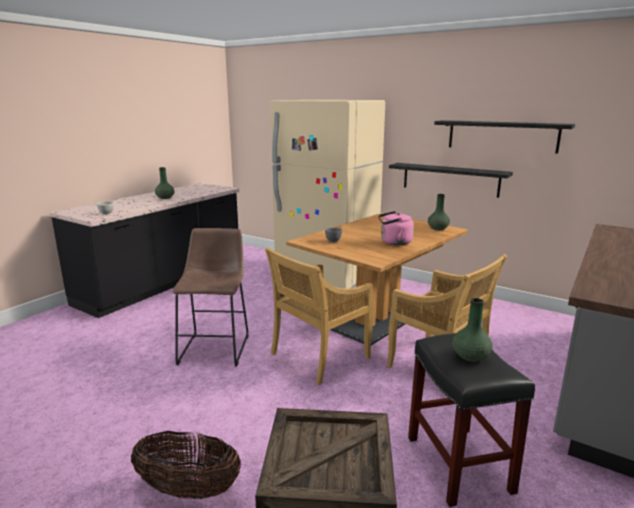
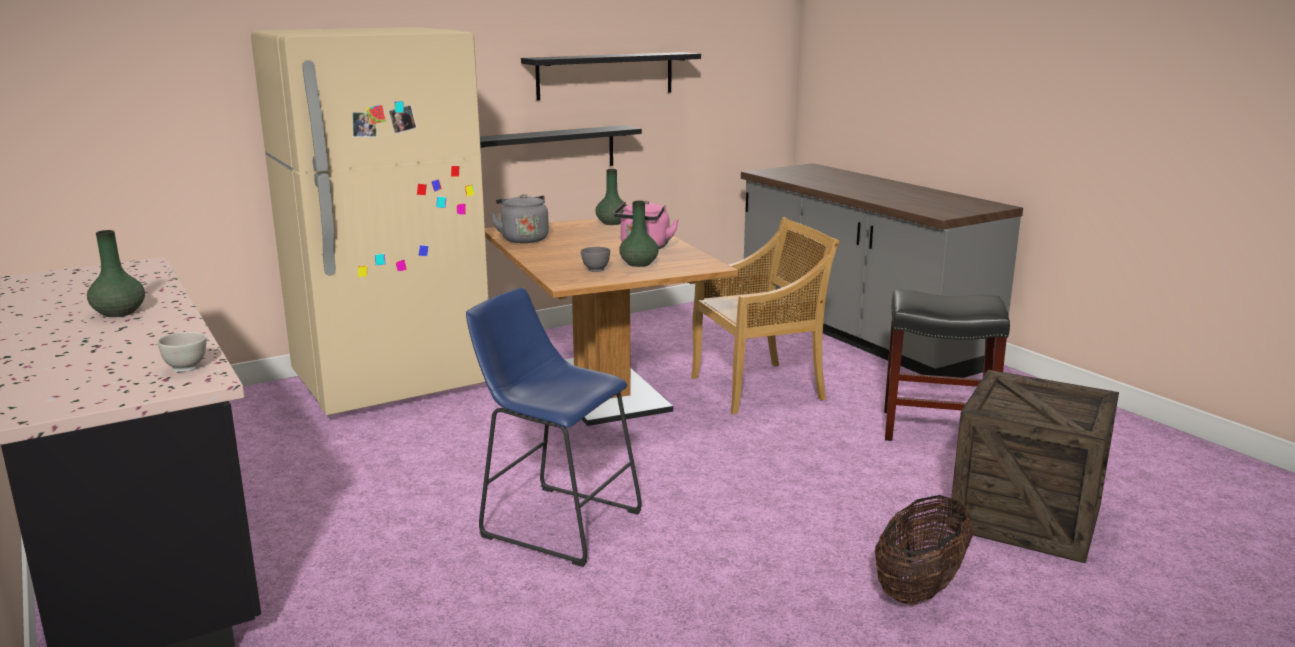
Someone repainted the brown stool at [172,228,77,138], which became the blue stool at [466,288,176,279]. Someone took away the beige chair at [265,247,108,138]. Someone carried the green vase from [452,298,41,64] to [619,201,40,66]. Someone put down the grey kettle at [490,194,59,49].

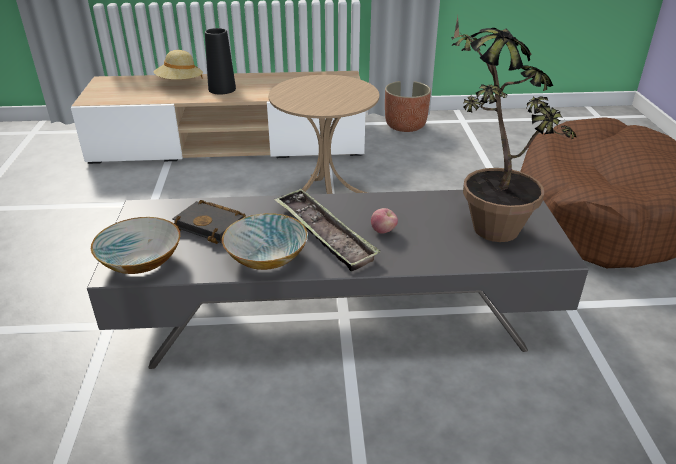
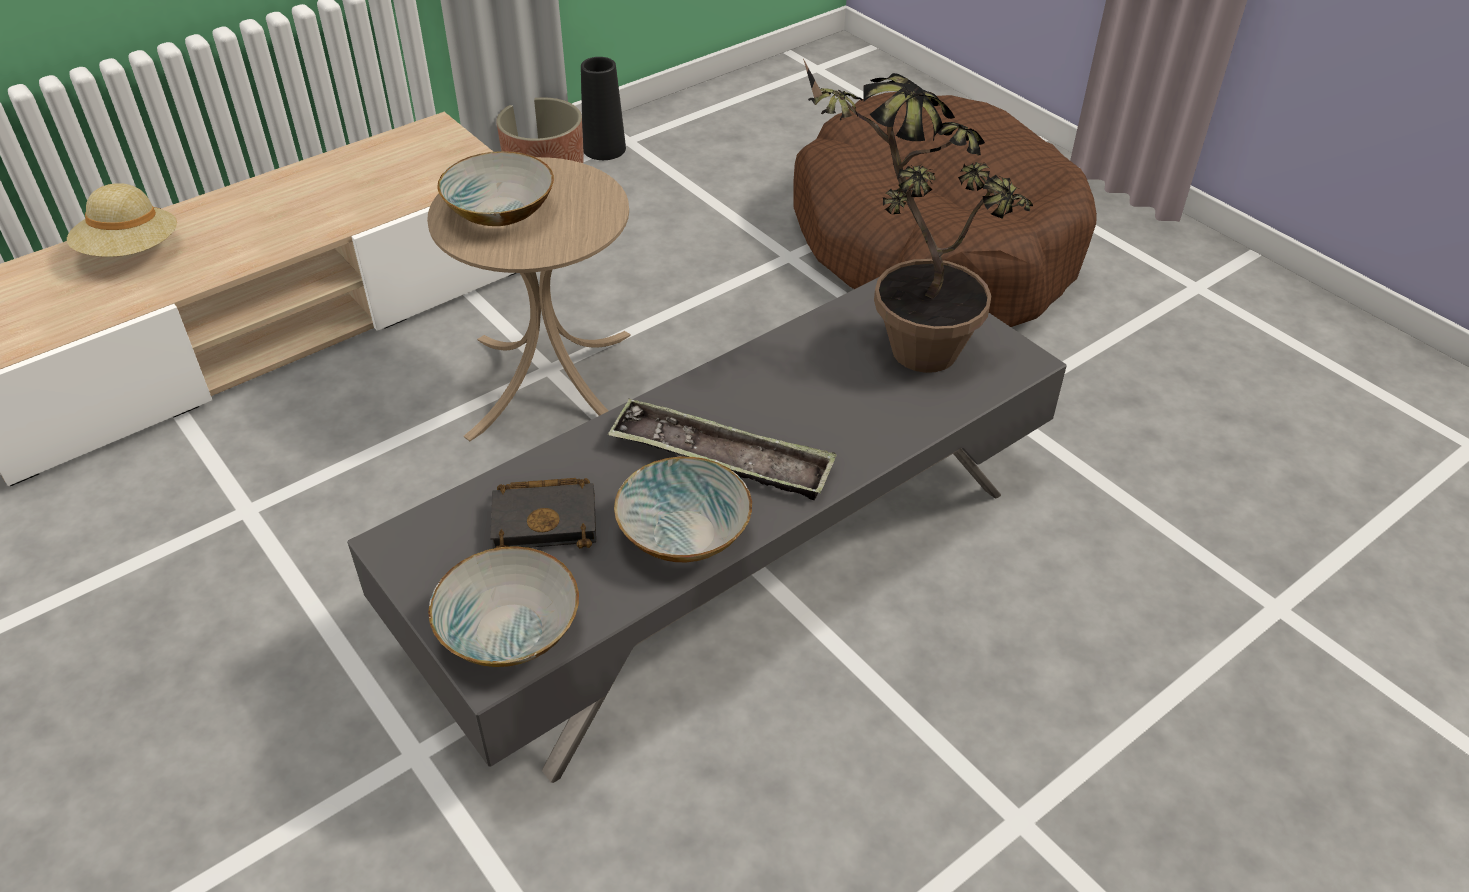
Someone carried the black vase from [205,28,31,66] to [581,57,45,103]. Someone took away the apple at [371,208,27,26]. Someone put down the bowl at [437,151,117,75].

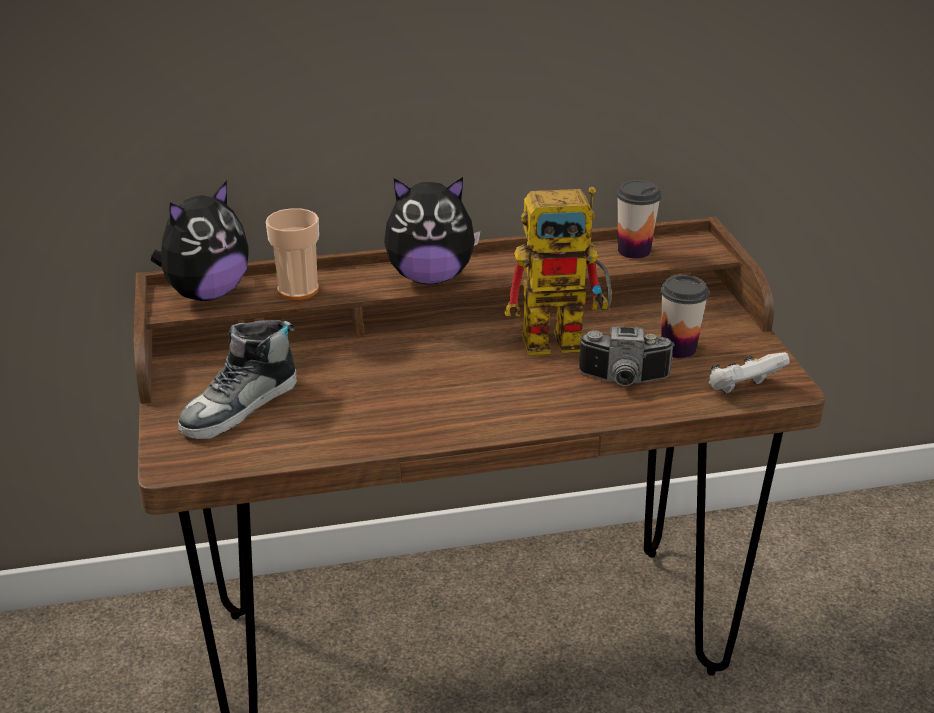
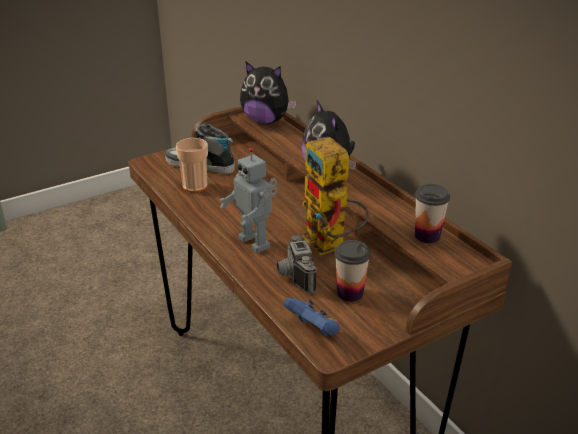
Someone carried the cup from [266,208,53,92] to [176,138,32,55]. Someone repainted the white game controller at [709,352,81,42], which became the blue game controller at [283,298,57,38]. Someone put down the toy robot at [220,148,57,105].

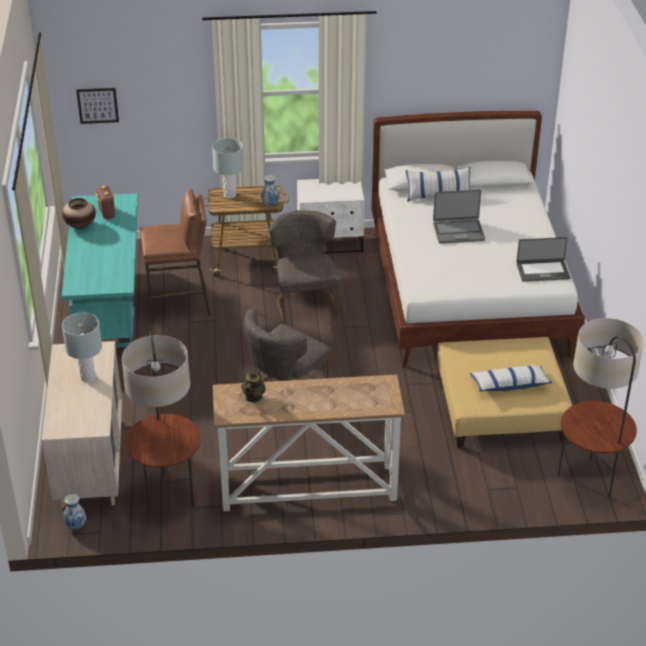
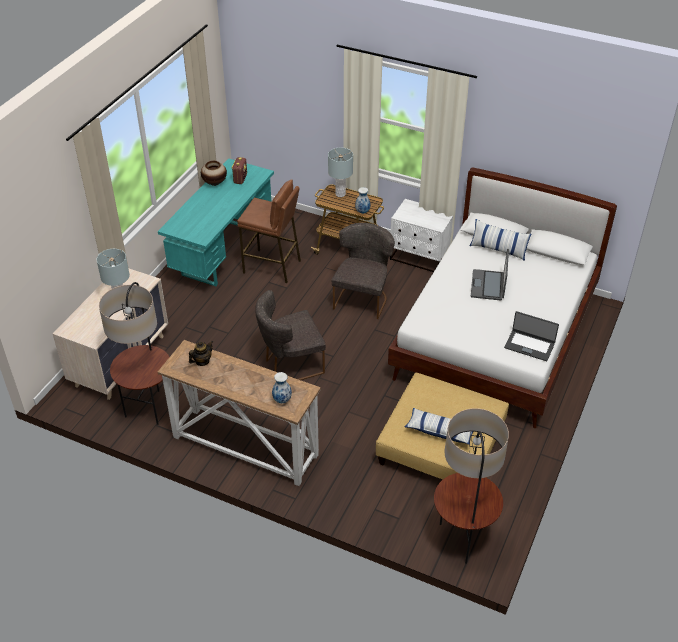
Someone carried the vase from [63,494,23,35] to [272,372,20,31]. Someone took away the picture at [76,88,43,36]. Someone rotated the laptop at [433,190,52,54] by 75 degrees clockwise.

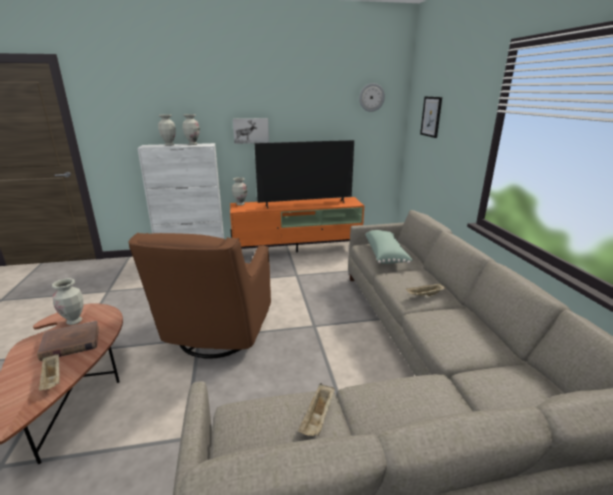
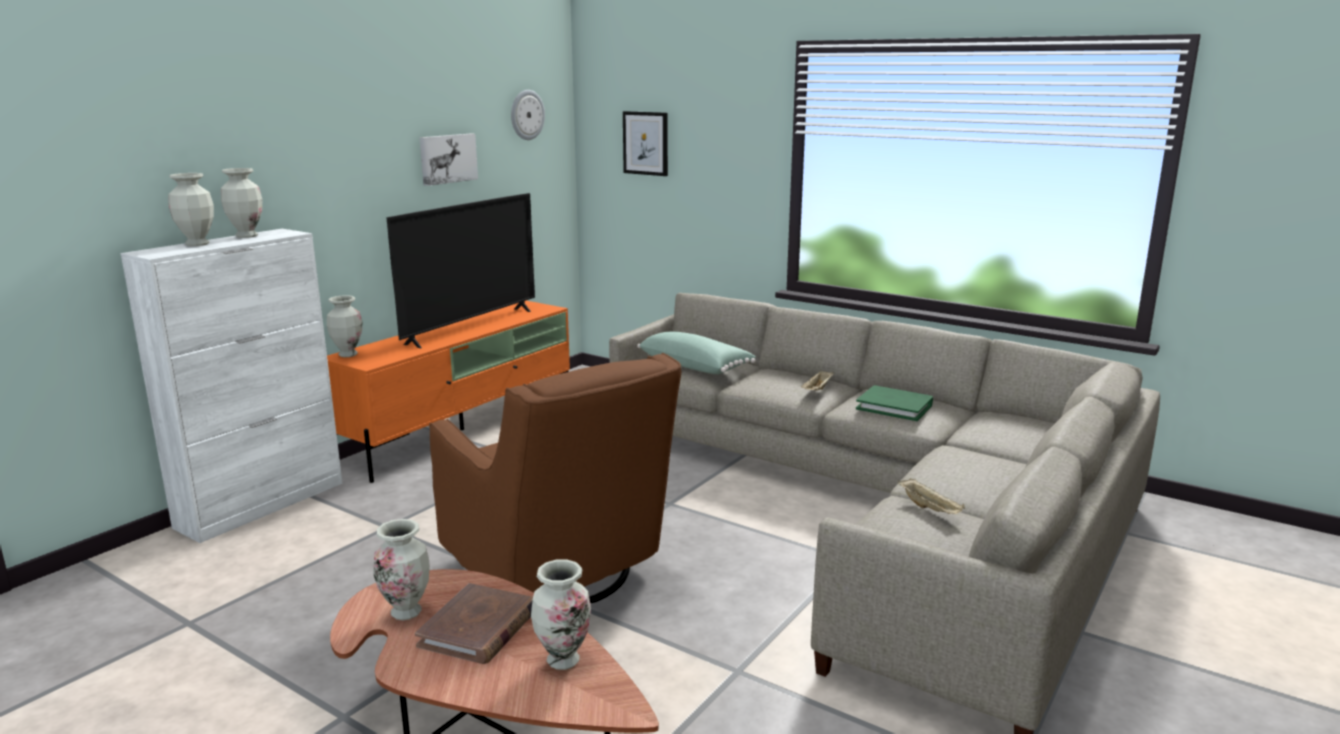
Someone swapped the beige tray at [39,354,21,37] for the vase at [531,560,60,110]. Someone carried the picture from [233,118,36,26] to [419,134,59,52]. Someone put down the green book at [856,385,77,36].

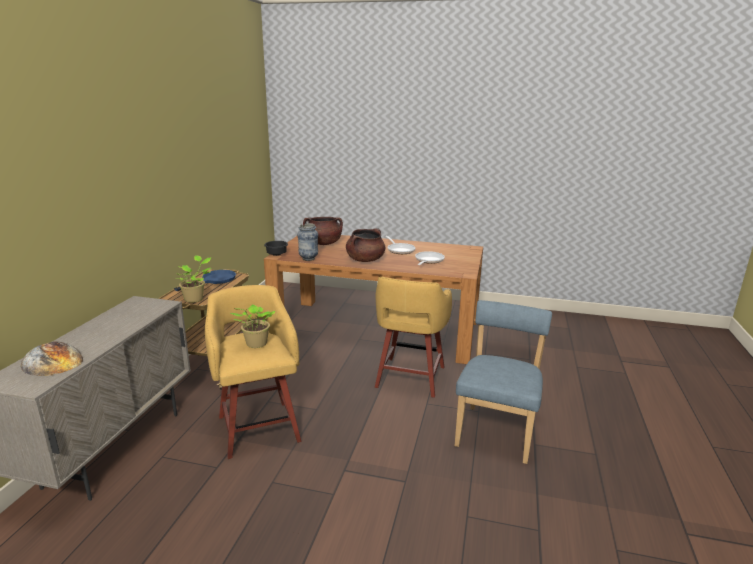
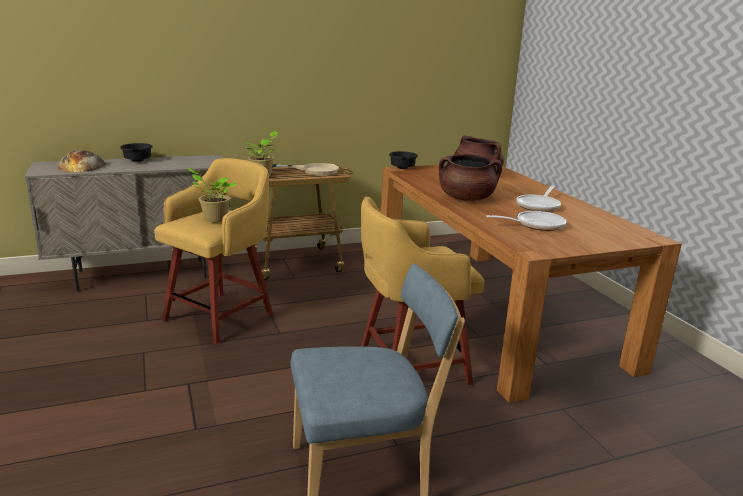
Someone repainted the blue frying pan at [174,270,62,21], which became the beige frying pan at [272,163,67,12]. Someone took away the vase at [297,223,21,38]. Someone put down the black bowl at [120,143,33,19].

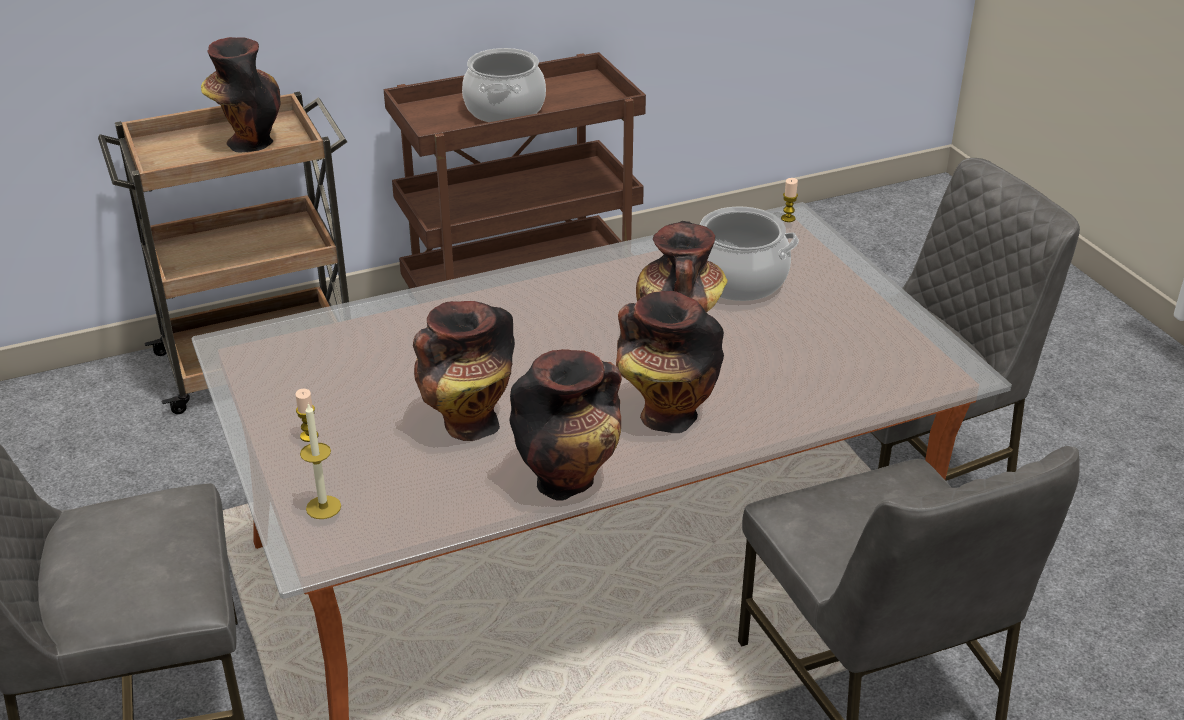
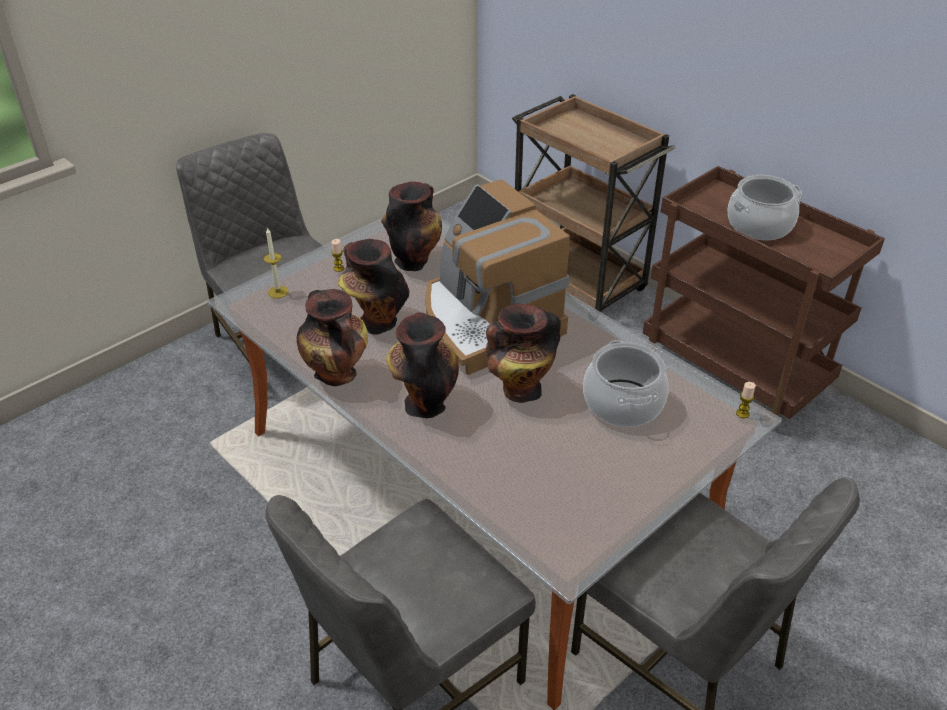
Someone carried the vase from [201,37,80,116] to [381,181,61,90]. Someone put down the coffee machine at [425,179,145,196].

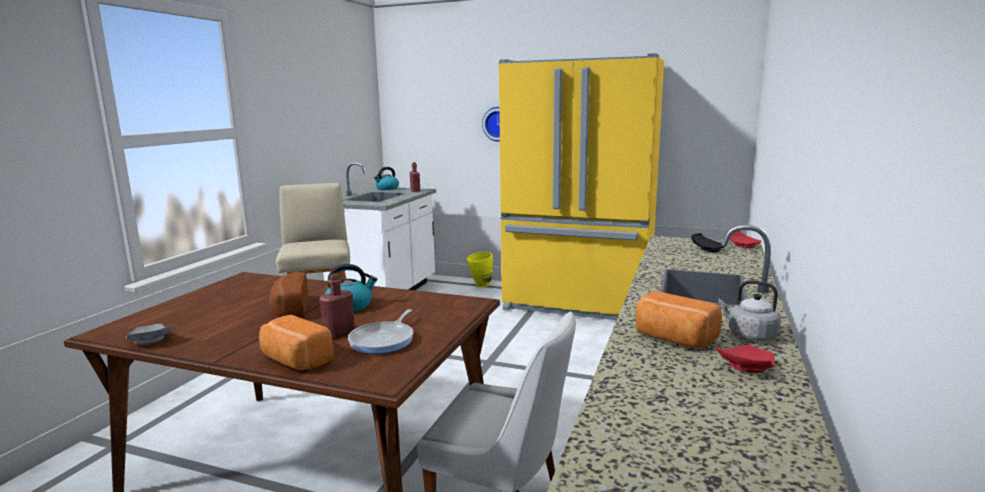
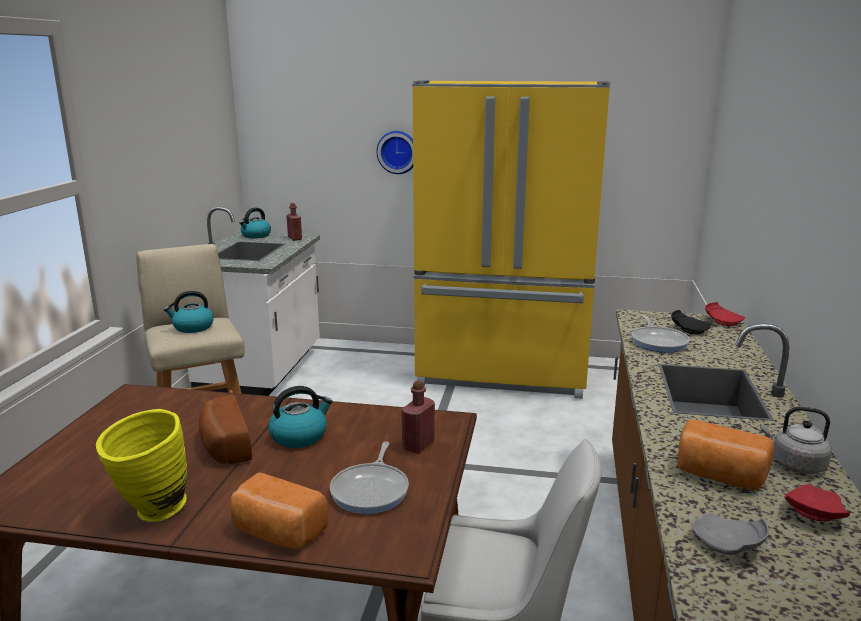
Someone carried the grey plate from [126,324,47,21] to [691,513,78,42]. Someone carried the red bottle from [319,273,36,65] to [401,381,34,72]. Someone carried the yellow vase from [467,252,26,35] to [96,409,91,113]. Someone put down the kettle at [164,291,50,42]. Someone put down the frying pan at [632,315,58,38].

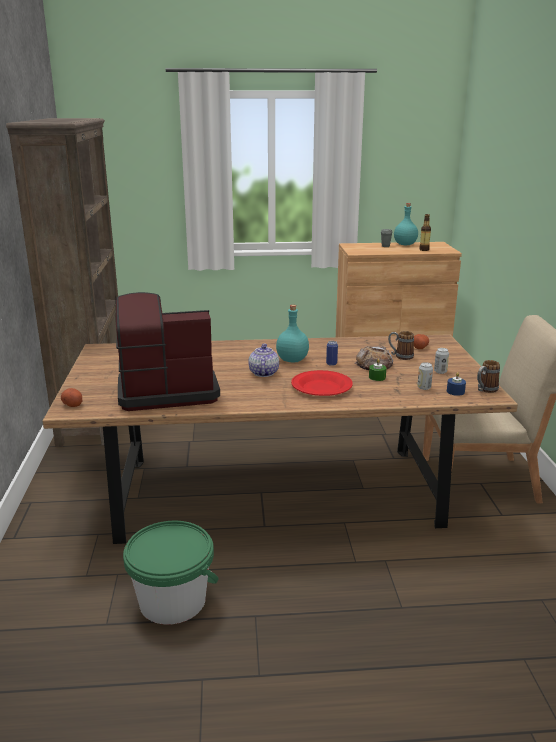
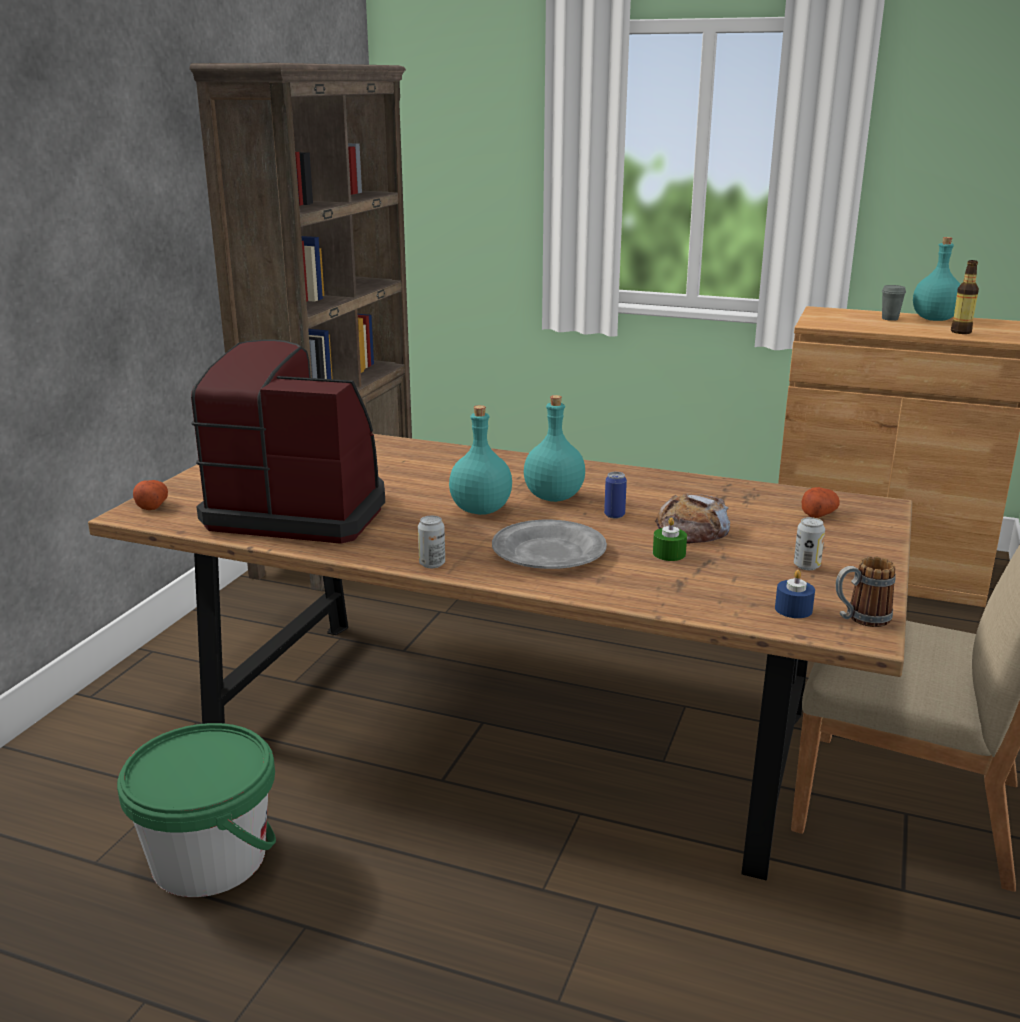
Someone swapped the teapot at [248,344,31,33] for the turquoise bottle at [449,405,63,110]. Someone repainted the red plate at [291,370,62,26], which became the grey plate at [492,520,115,49]. Someone took away the mug at [388,331,26,29]. Someone carried the can from [417,362,16,28] to [418,516,27,52].

